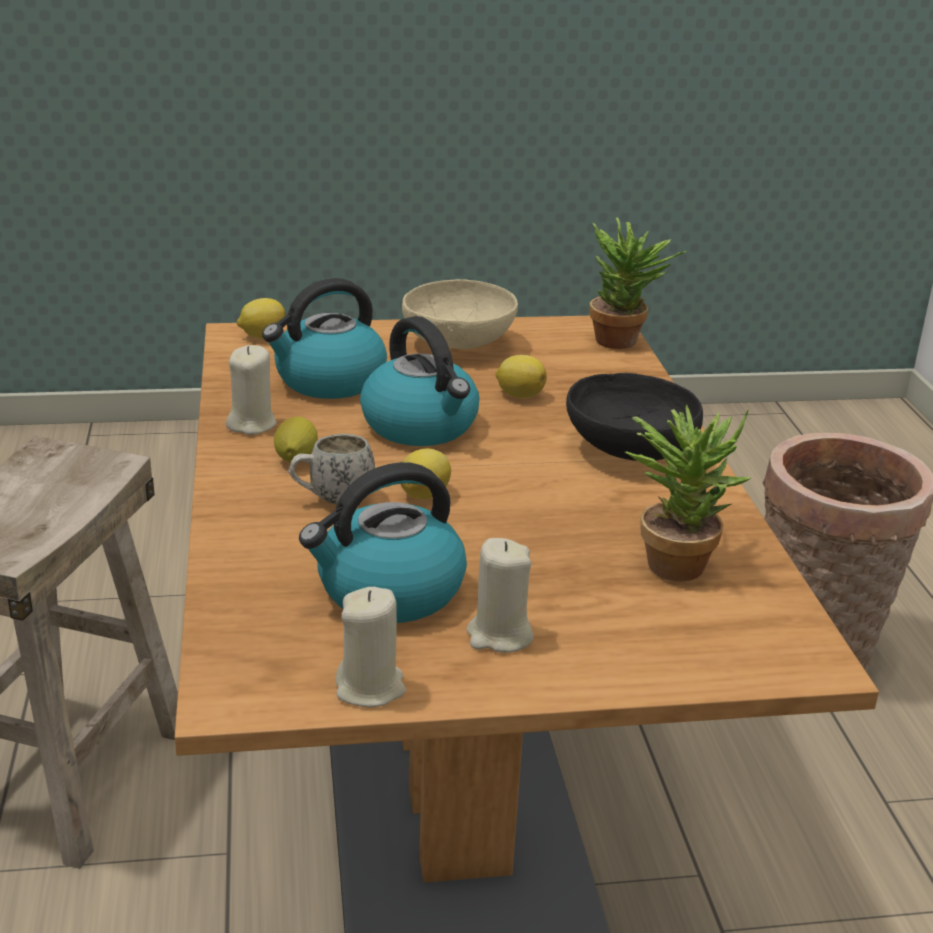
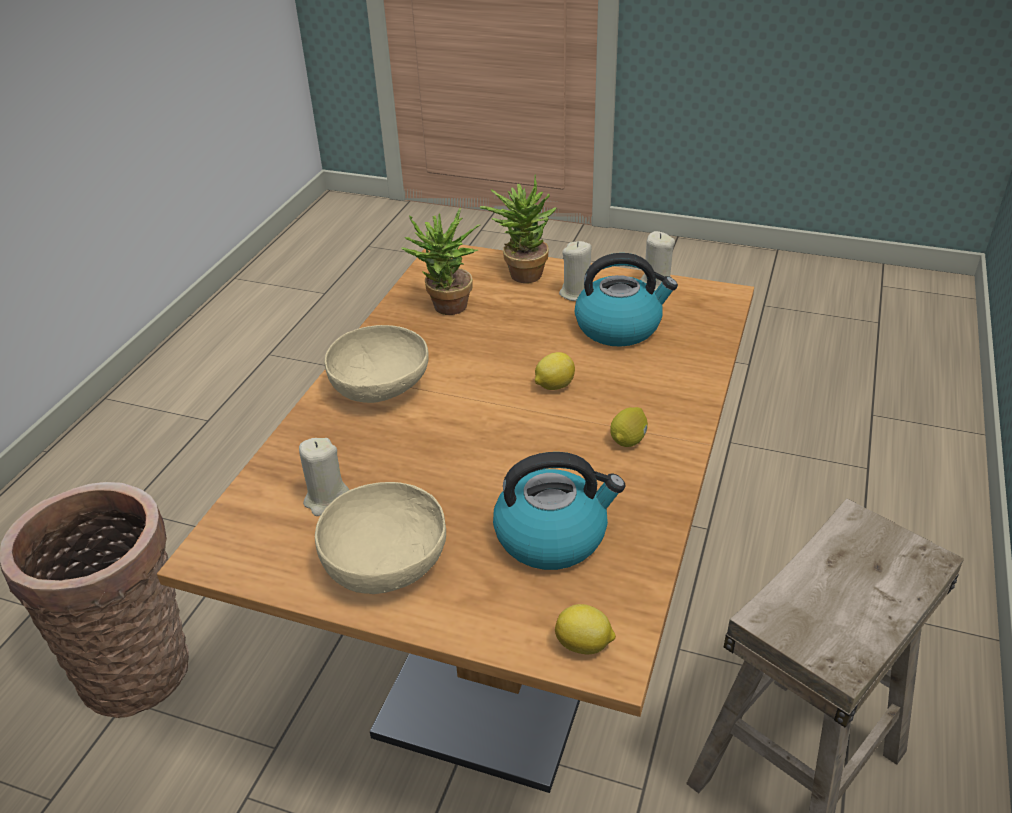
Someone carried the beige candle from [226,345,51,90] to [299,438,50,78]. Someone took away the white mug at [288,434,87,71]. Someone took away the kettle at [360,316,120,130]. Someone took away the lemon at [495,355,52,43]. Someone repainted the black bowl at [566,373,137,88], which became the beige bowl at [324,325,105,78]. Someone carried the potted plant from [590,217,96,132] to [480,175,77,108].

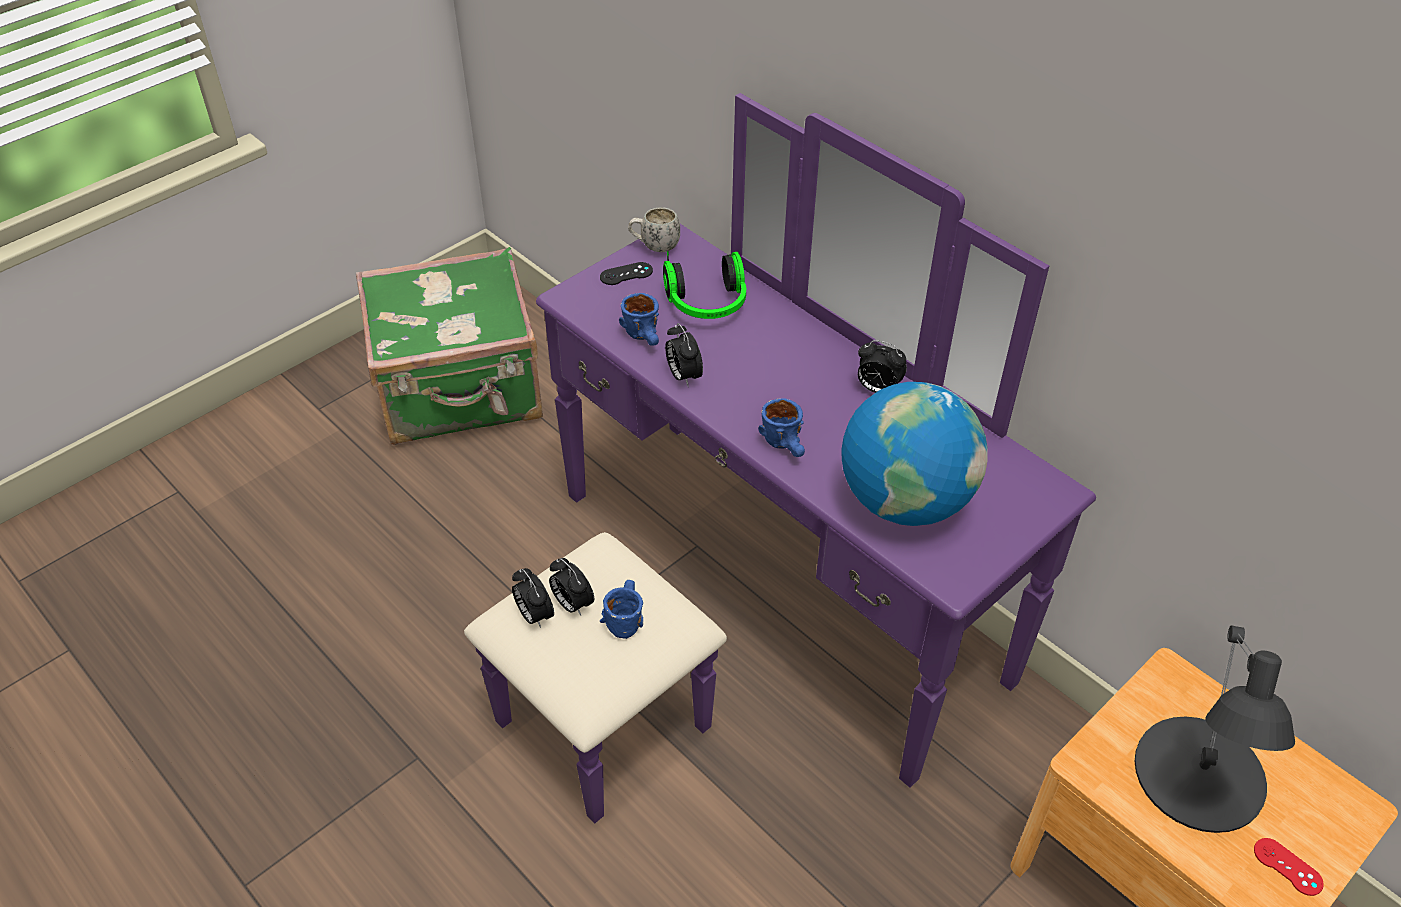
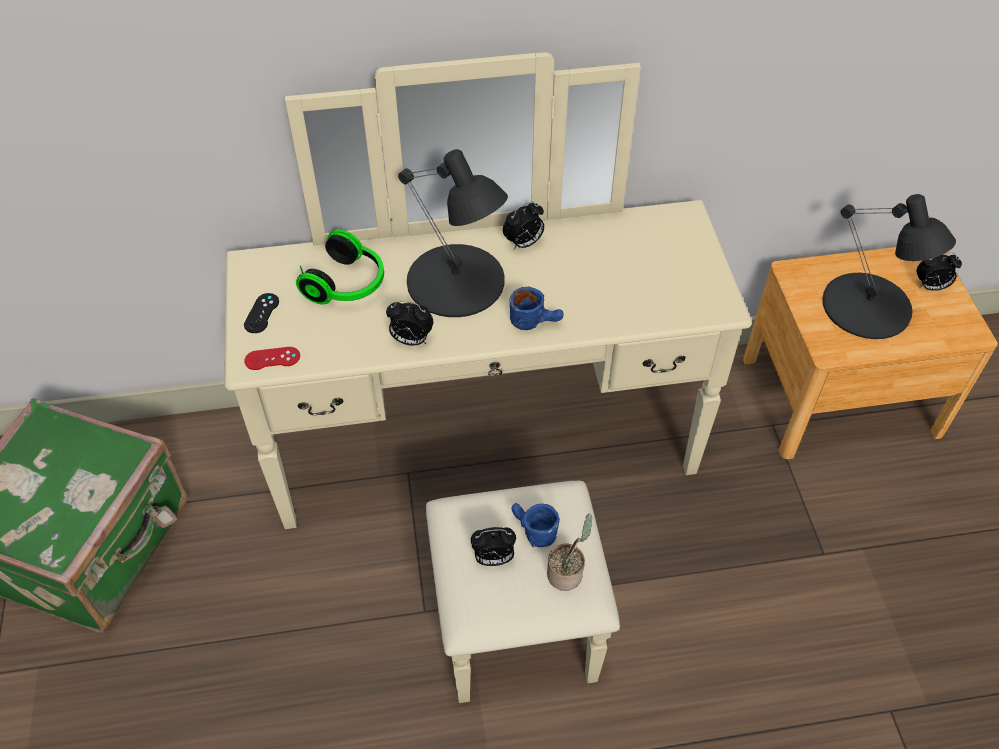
Someone repainted the purple dresser at [464,93,632,730], which became the beige dresser at [224,52,528,651]. Someone carried the alarm clock from [512,568,42,60] to [917,253,45,38]. Someone took away the blue mug at [619,293,40,53]. Someone took away the white mug at [628,207,52,45]. Someone took away the globe at [841,382,147,144]. Someone carried the red game controller from [1254,838,70,58] to [244,347,56,23]. Someone put down the black table lamp at [398,149,110,168]. Someone put down the potted plant at [547,513,45,78].

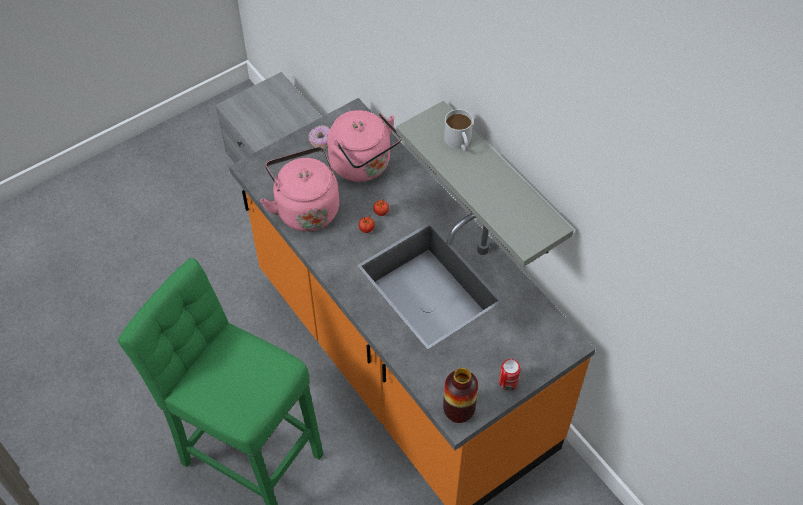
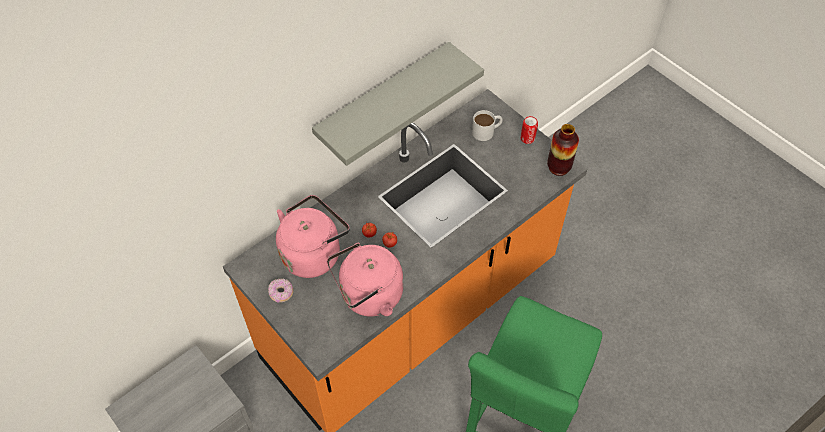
Someone carried the white mug from [444,109,29,42] to [472,110,31,31].

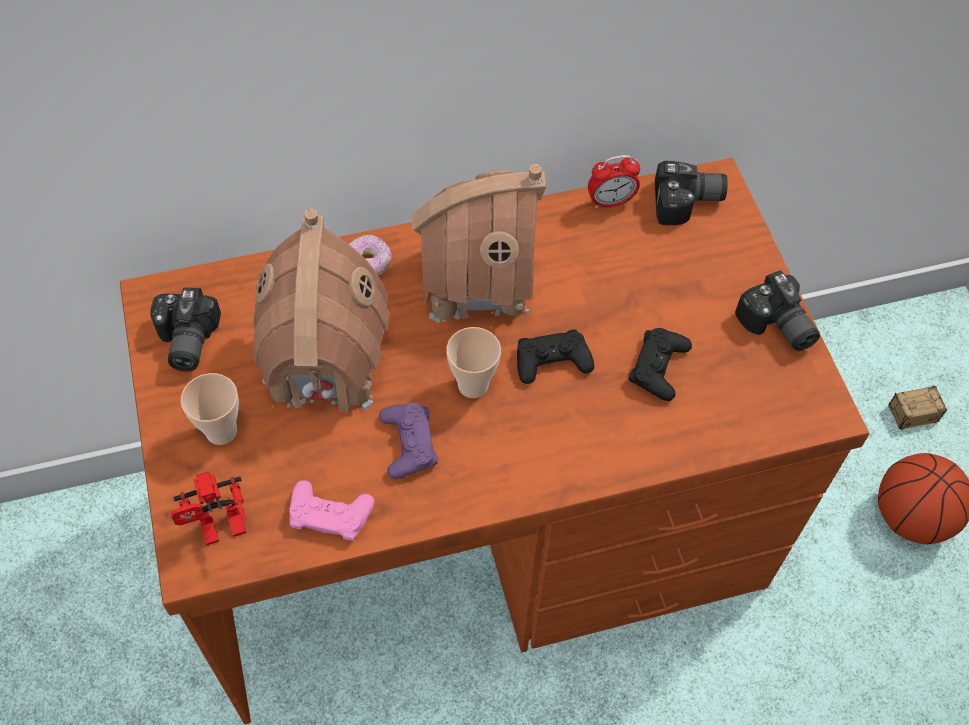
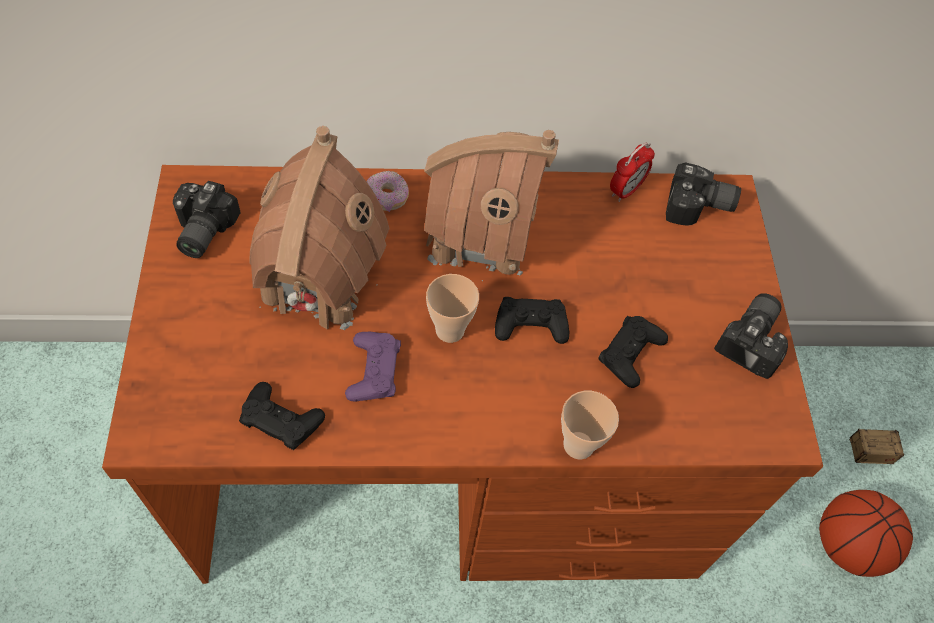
Someone took away the toy robot at [171,471,75,74]. Someone carried the cup from [181,373,58,72] to [561,391,58,68]. Someone repainted the pink game controller at [289,480,86,61], which became the black game controller at [239,382,86,68]. Someone rotated the alarm clock at [588,155,52,54] by 45 degrees counterclockwise. Someone rotated the photo camera at [735,270,85,81] by 135 degrees counterclockwise.

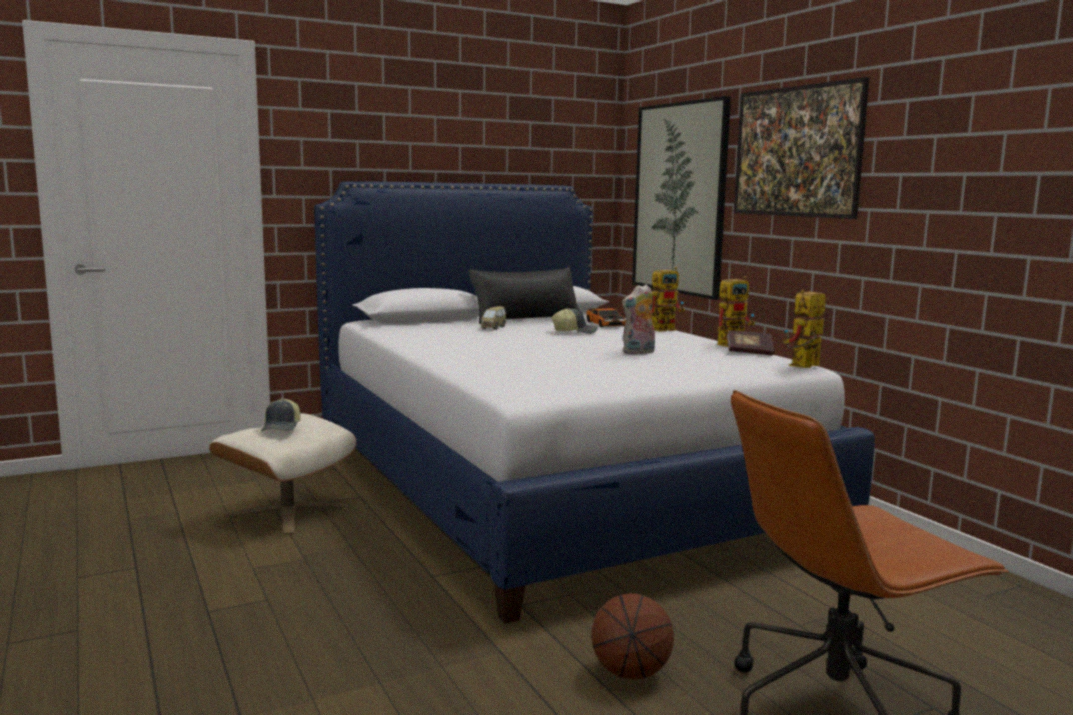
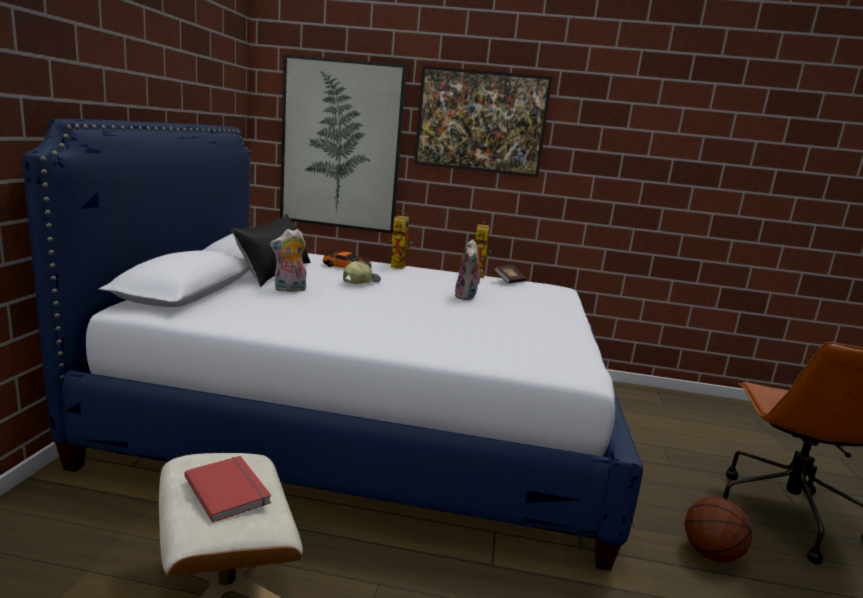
Someone swapped the cap at [261,398,40,33] for the red book at [184,456,88,67]. Someone swapped the toy car at [481,306,25,24] for the plush toy at [270,229,36,63]. Someone took away the toy robot at [783,290,43,78].

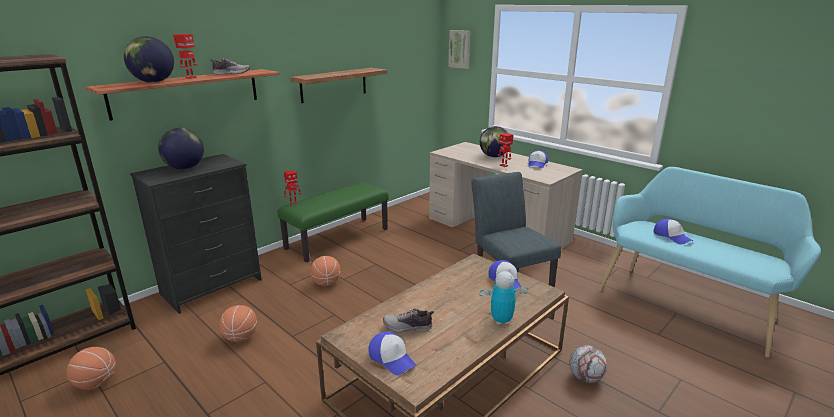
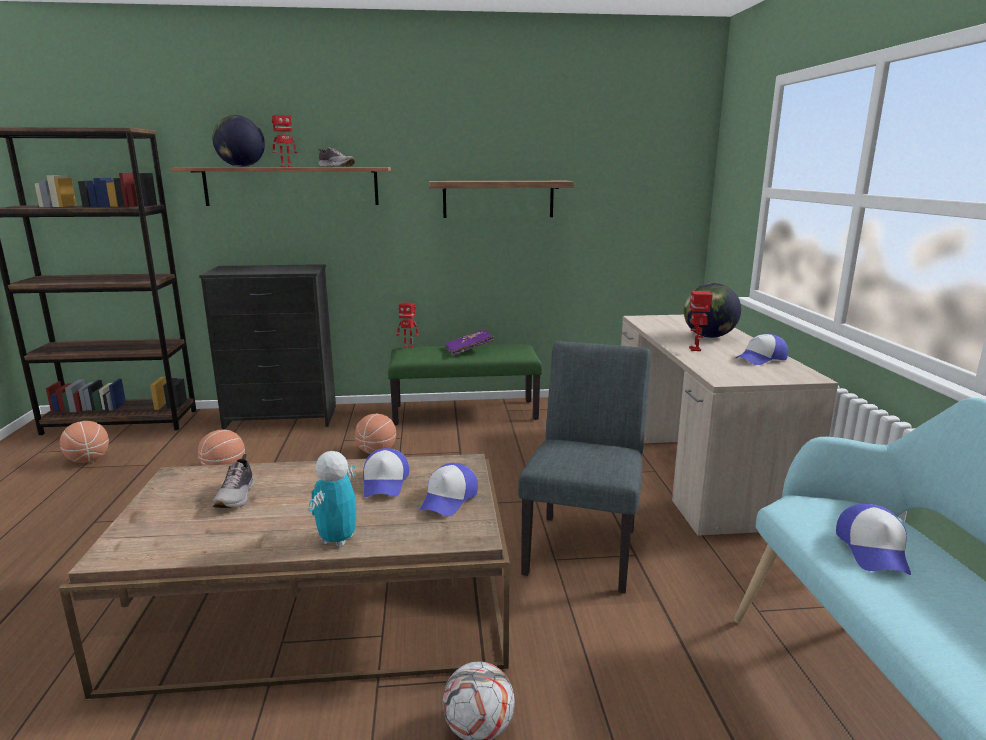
Someone took away the globe at [158,128,46,42]. Someone carried the cap from [368,331,48,44] to [363,448,46,49]. Someone rotated the shoe at [383,308,51,25] by 135 degrees counterclockwise. Someone took away the picture at [448,30,22,39]. Someone rotated the toy robot at [480,271,48,54] by 105 degrees counterclockwise. Someone put down the purple book at [445,330,49,25].

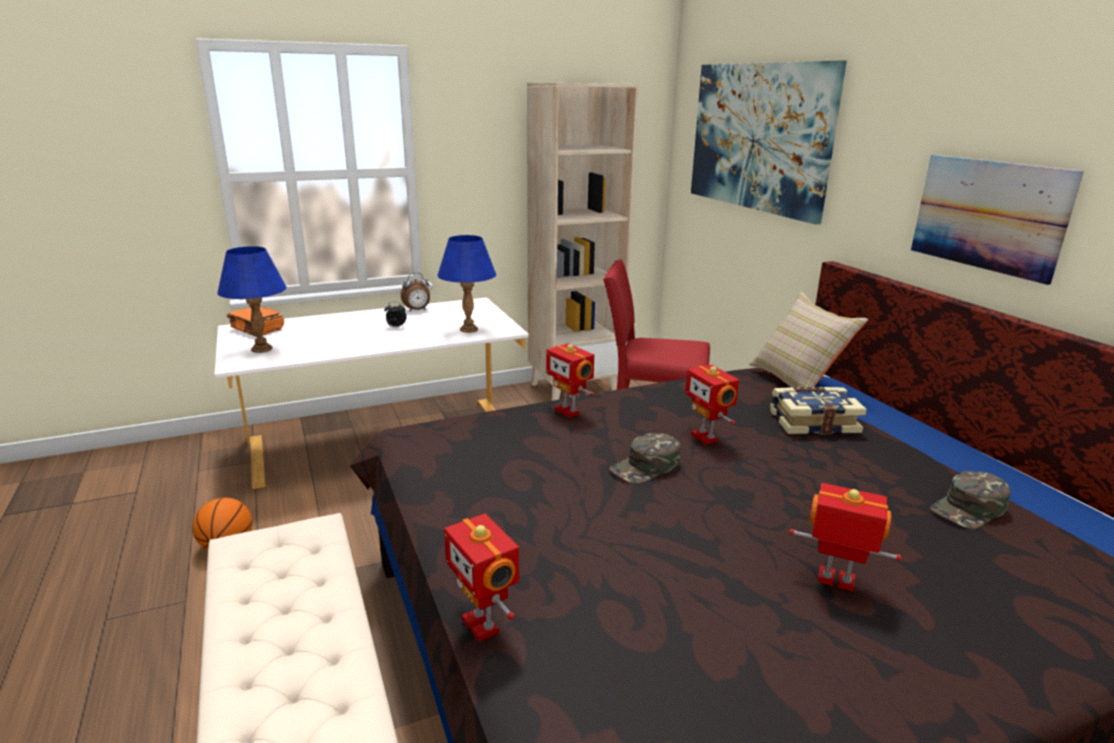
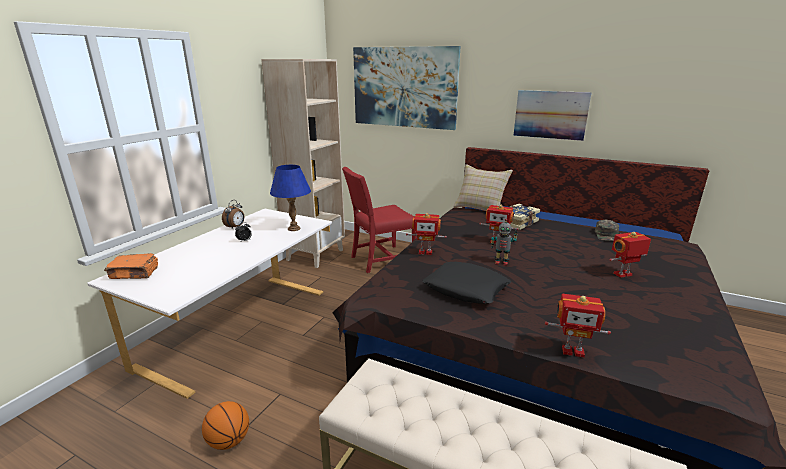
Someone took away the blue table lamp at [217,246,69,107]. Someone swapped the green cap at [609,433,71,51] for the toy robot at [491,218,27,48]. Someone put down the black pillow at [422,262,89,42].

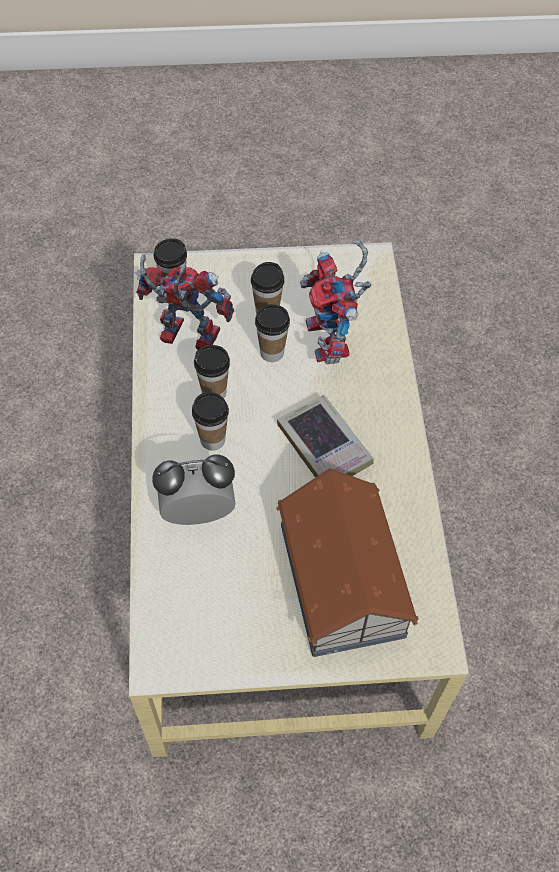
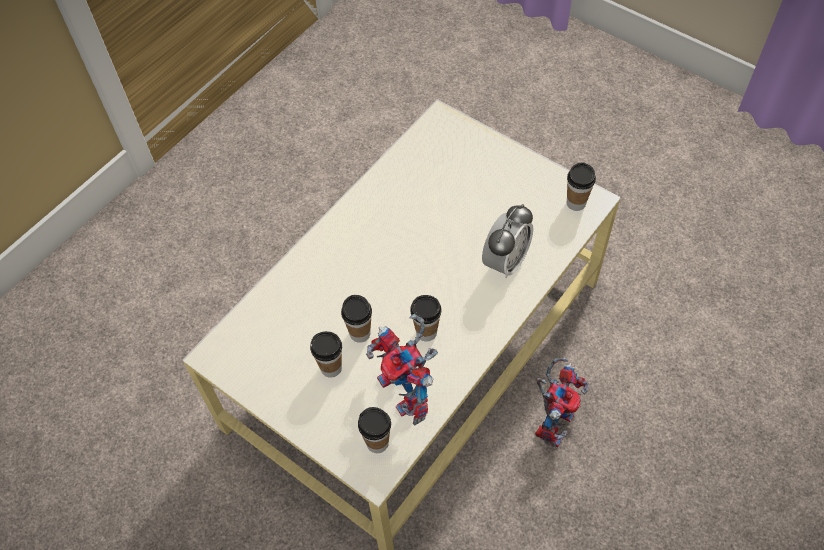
Someone rotated the alarm clock at [152,454,83,71] by 90 degrees counterclockwise. Someone carried the cup from [192,392,37,58] to [567,162,29,49]. Someone took away the toy house at [276,468,143,189]. Someone took away the book at [277,395,97,83]. Someone carried the toy robot from [300,239,71,125] to [535,358,54,90].

